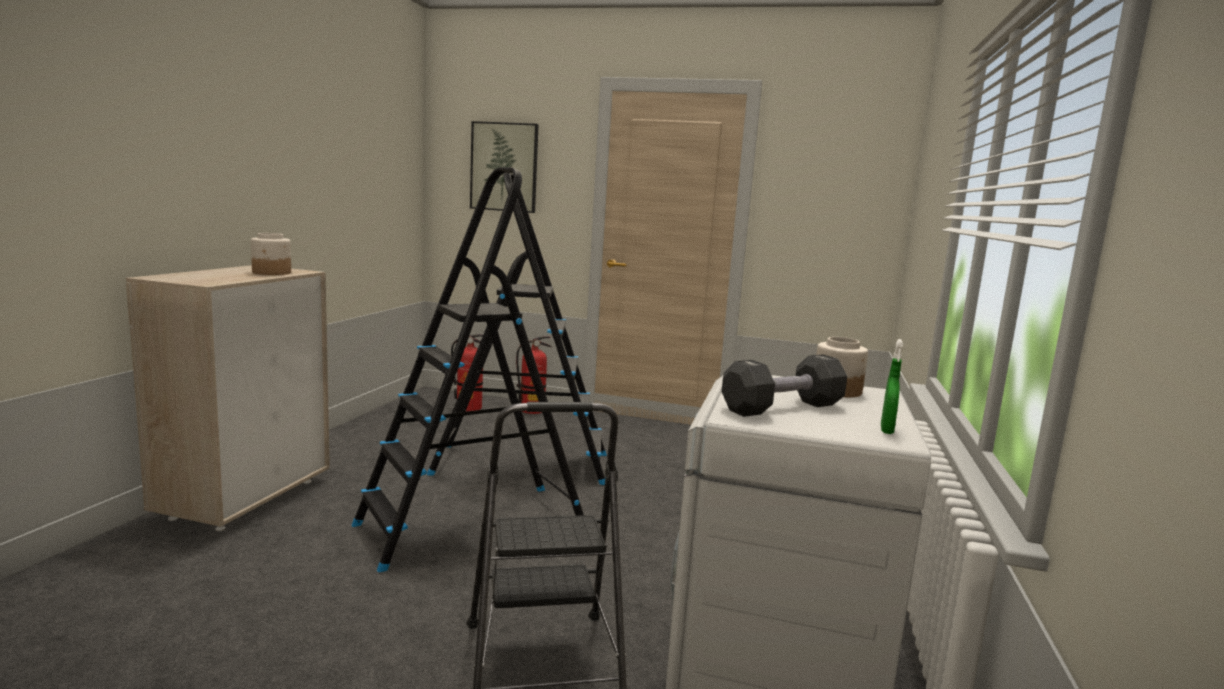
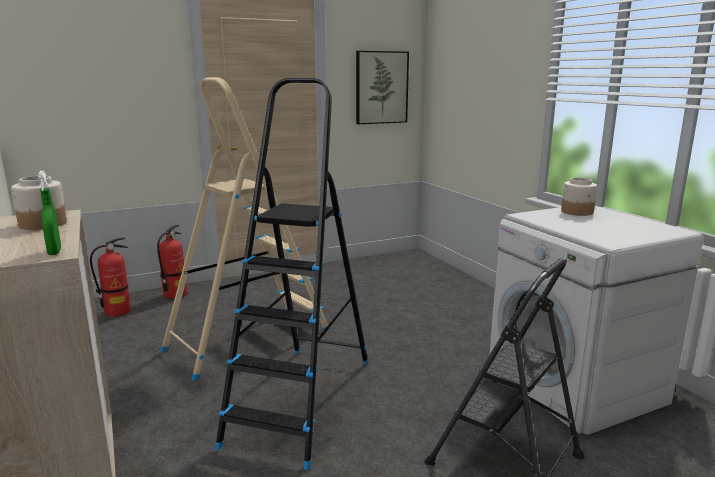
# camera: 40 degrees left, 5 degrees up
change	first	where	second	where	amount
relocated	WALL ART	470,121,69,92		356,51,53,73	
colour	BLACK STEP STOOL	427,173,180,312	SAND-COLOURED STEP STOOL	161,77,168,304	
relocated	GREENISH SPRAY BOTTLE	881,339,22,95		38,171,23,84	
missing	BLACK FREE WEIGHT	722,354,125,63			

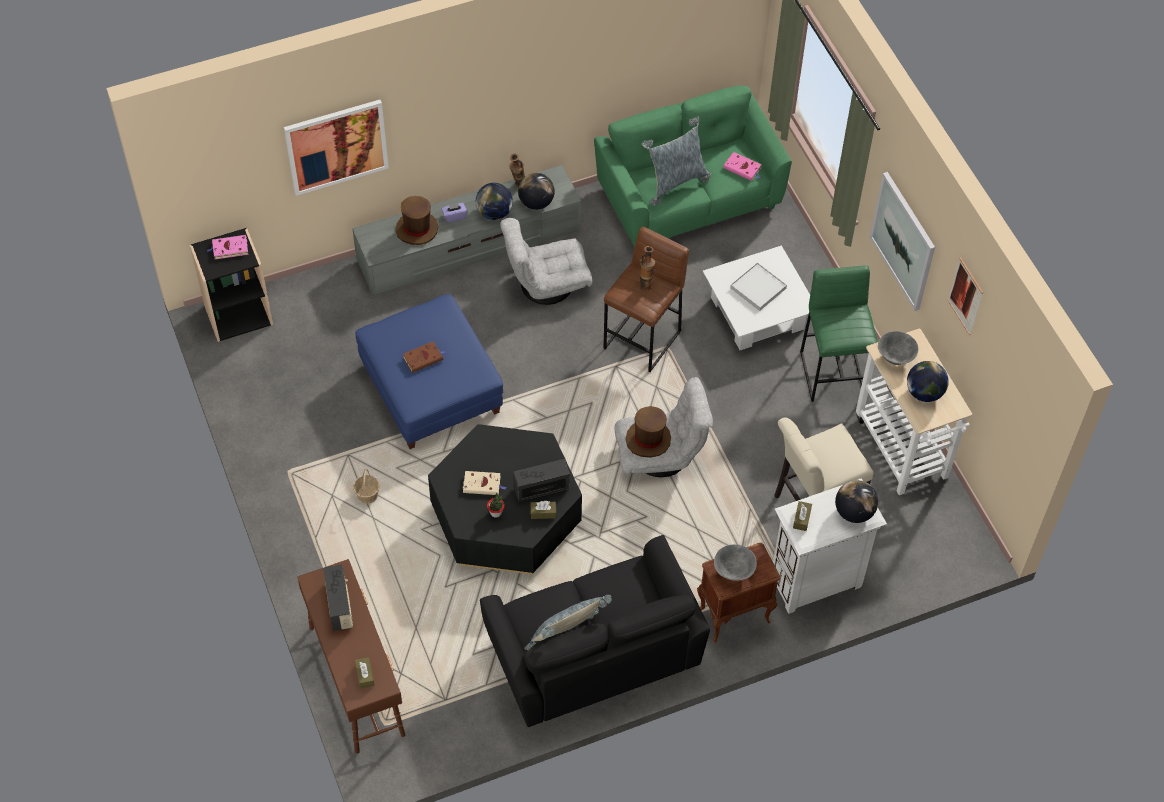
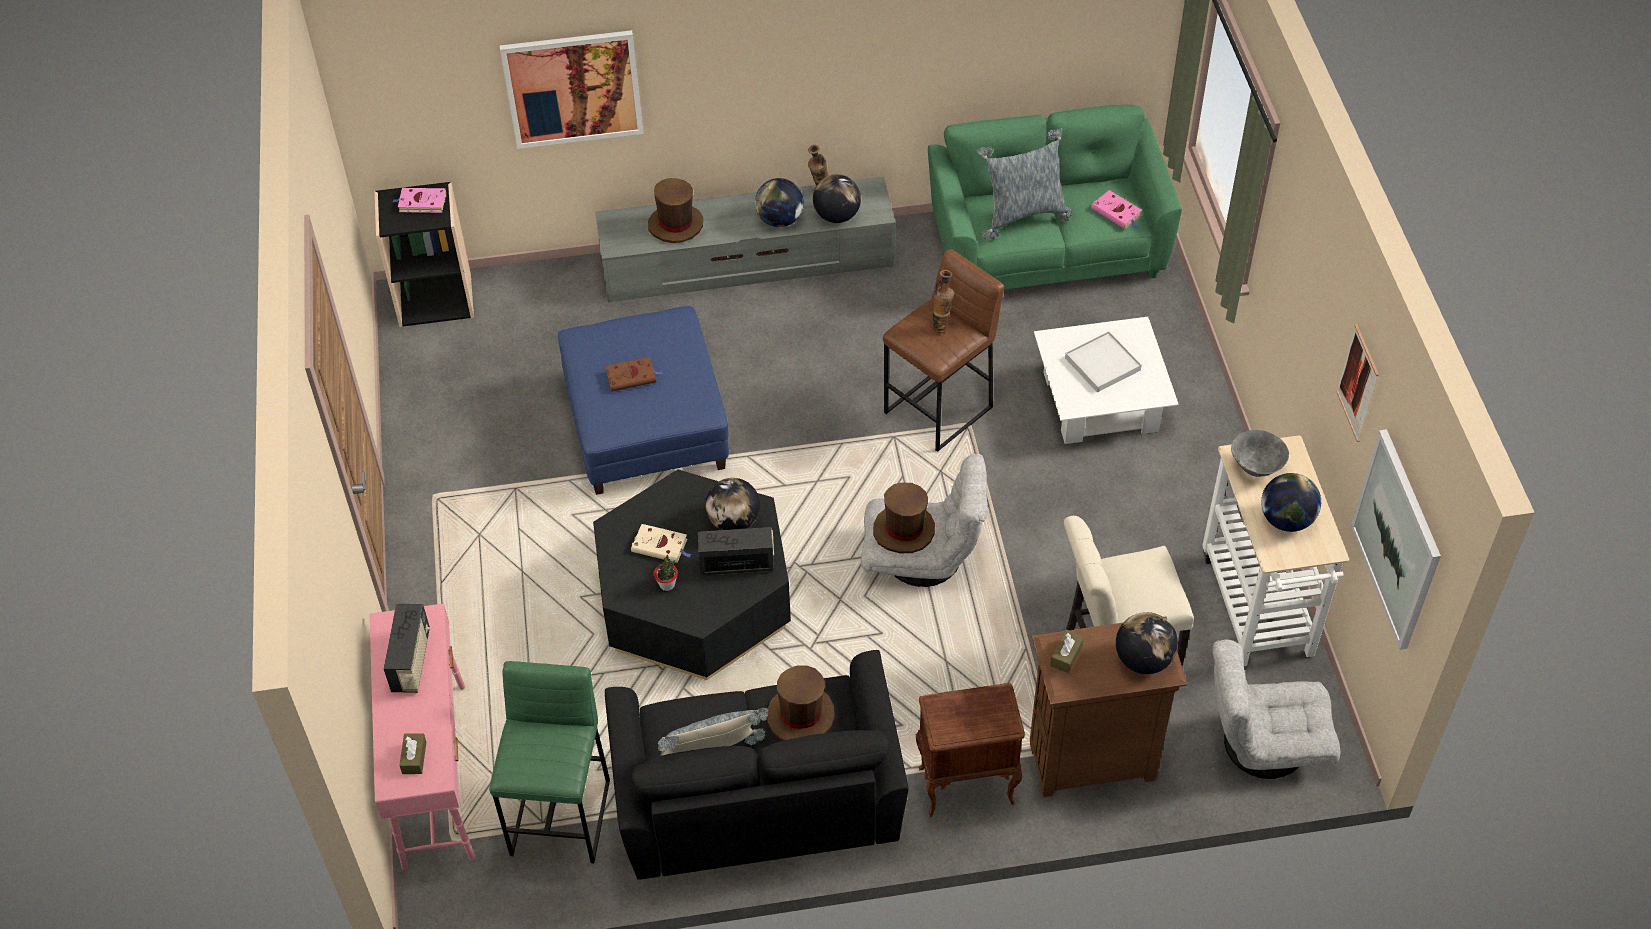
# camera: 15 degrees right, 5 degrees down
change	first	where	second	where	amount
relocated	WALL ART	870,172,65,139		1351,429,90,221	
missing	PURPLE TISSUE HOLDER	442,202,26,21			
relocated	GRAY LOUNGE CHAIR	500,218,93,87		1212,639,128,140	
relocated	GREENISH SITTING STOOL	800,266,78,136		489,661,121,202	
missing	HOUSEHOLD BASKET	353,469,27,35			
colour	WHITE CABINET	773,478,114,136	BROWNISH CABINET	1030,617,158,180	
missing	BROWNISH TISSUE HOLDER	530,501,26,18			
missing	GRAY SERVING BOWL	714,544,43,37			
colour	BROWNISH CONSOLE TABLE	297,559,108,195	PINK-COLOURED CONSOLE TABLE	370,603,106,268	
appeared			DESK GLOBE	705,478,55,52	
appeared			BROWNISH CLOTHING HAT	767,665,68,76	

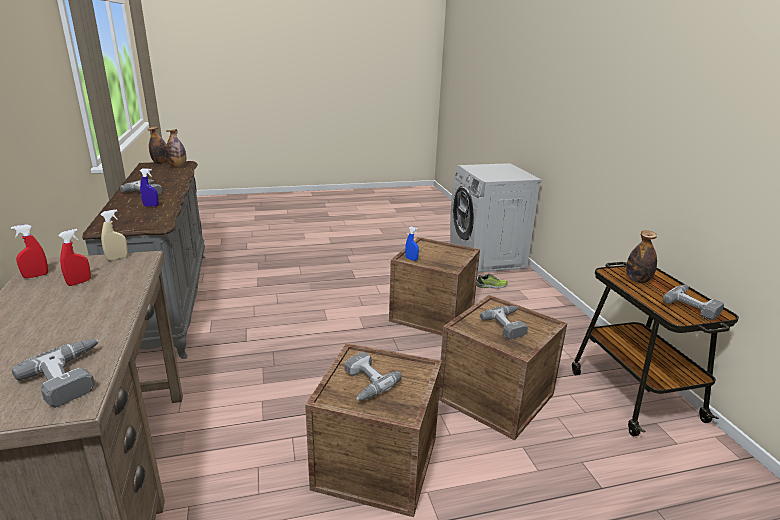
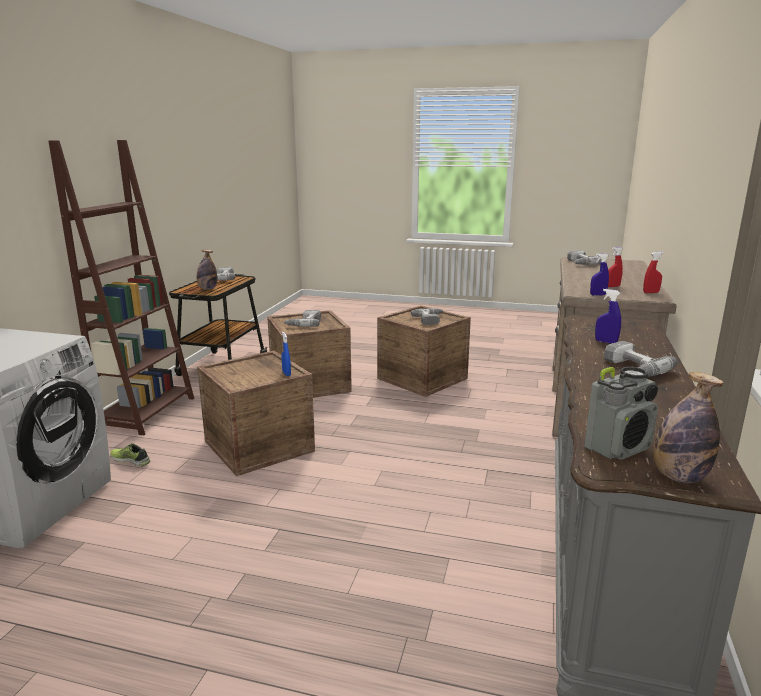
# camera: 150 degrees left, 5 degrees down
change	first	where	second	where	amount
exchanged	BEVERAGE BOTTLE	166,129,20,38	RADIO	584,367,74,93	
colour	SAND-COLOURED SPRAY BOTTLE	100,210,28,51	BLUE-COLOURED SPRAY BOTTLE	590,253,19,43	
appeared			BROWNISH BOOKSHELF	48,140,146,295	

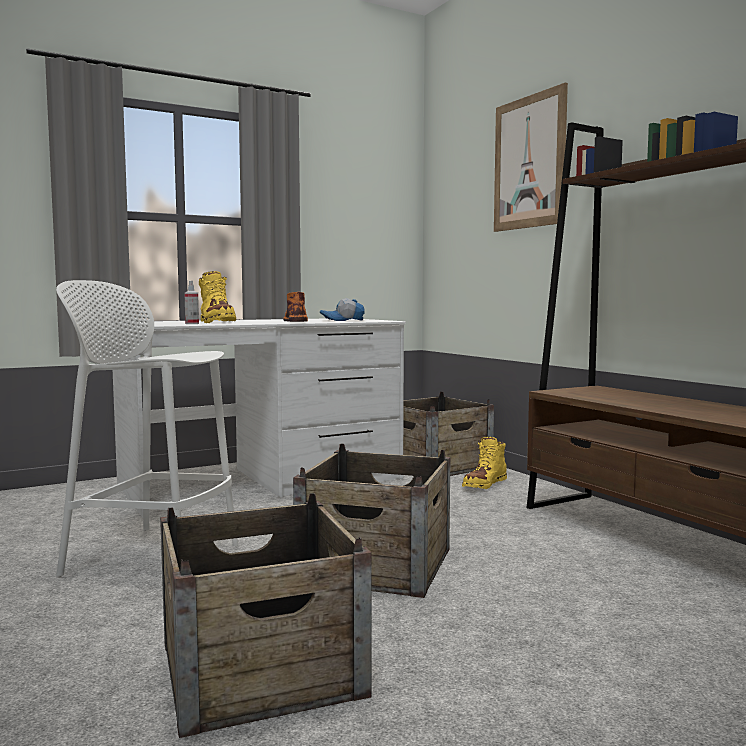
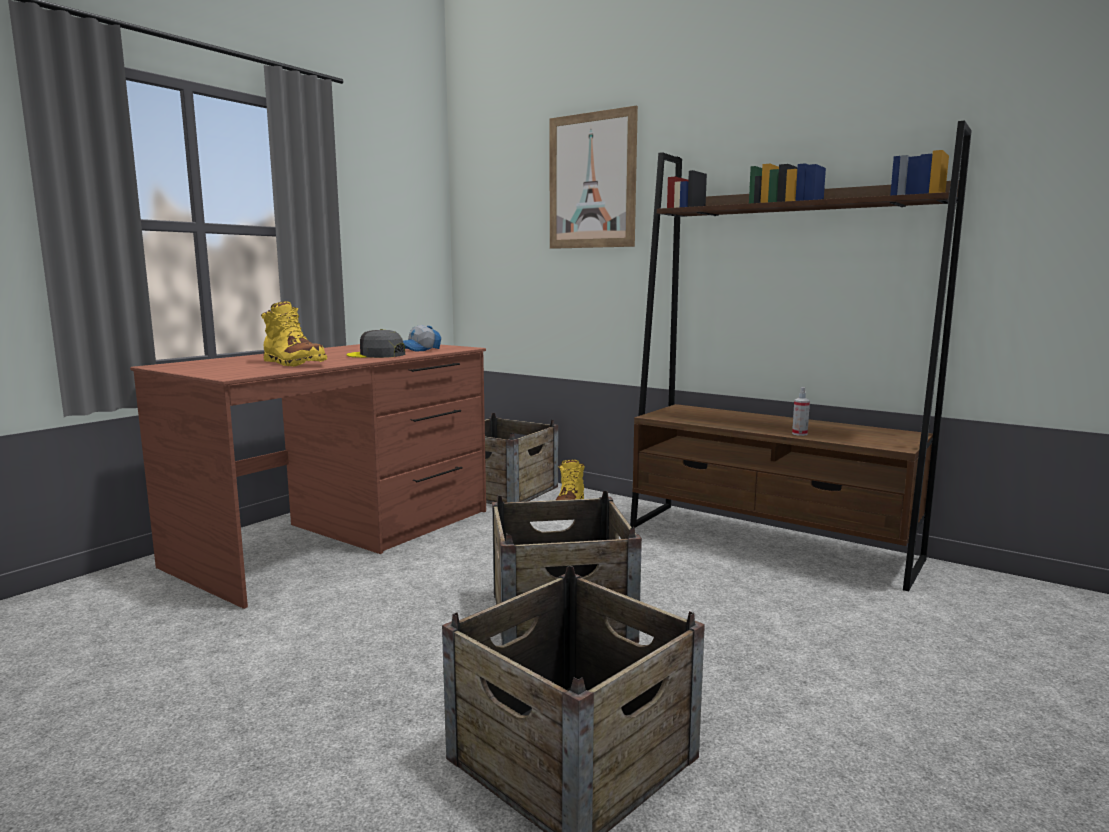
# camera: 25 degrees left, 5 degrees up
change	first	where	second	where	amount
missing	WHITE SITTING STOOL	56,280,182,297			
relocated	SPRAY BOTTLE	184,281,15,43		792,387,18,49	
exchanged	ORANGEY TALL BOOT	283,292,25,30	GRAY BASEBALL CAP	346,329,59,29	
colour	WHITE DESK	113,318,293,200	BROWNISH DESK	130,344,356,265	

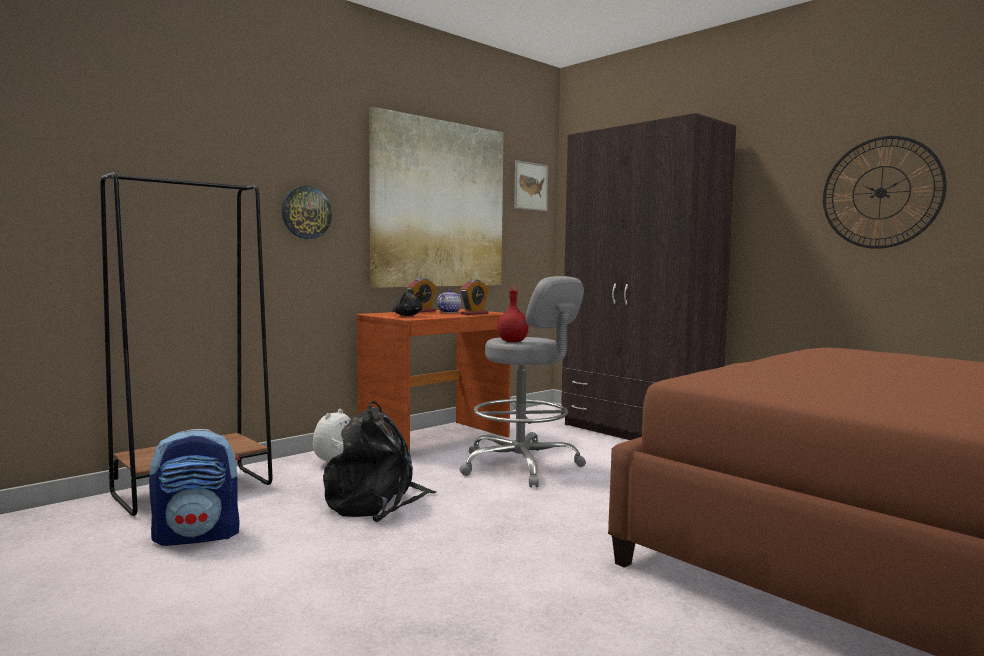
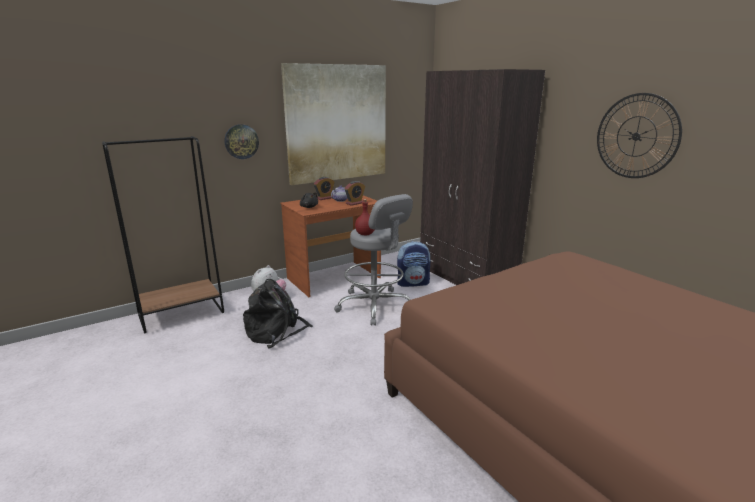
# camera: 10 degrees right, 15 degrees up
change	first	where	second	where	amount
missing	WALL ART	514,160,34,51			
relocated	RUCKSACK	149,429,91,117		397,241,33,46	

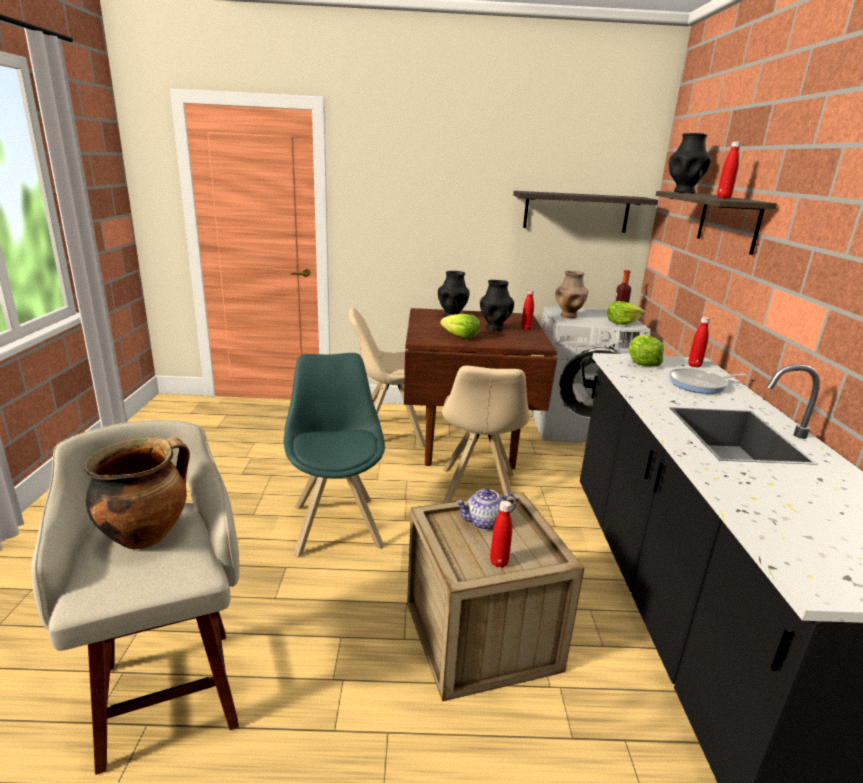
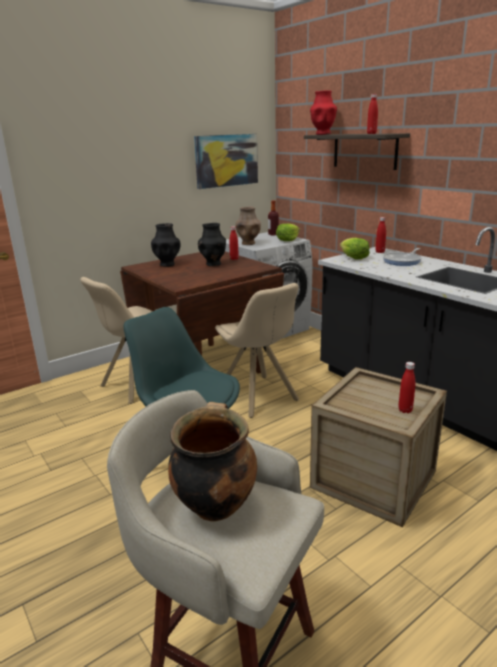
# camera: 35 degrees left, 0 degrees up
change	first	where	second	where	amount
colour	BLACK FLOWER VASE	669,133,42,60	RED-COLOURED FLOWER VASE	310,90,27,45	
exchanged	BRACKET SHELF	513,191,145,42	WALL ART	194,134,64,55	
missing	HEAD OF LETTUCE	440,314,40,25			
missing	TEA POT	456,489,61,41			

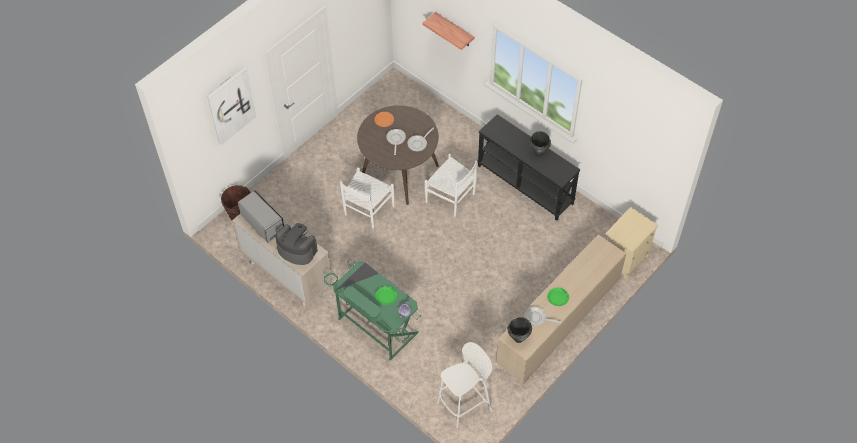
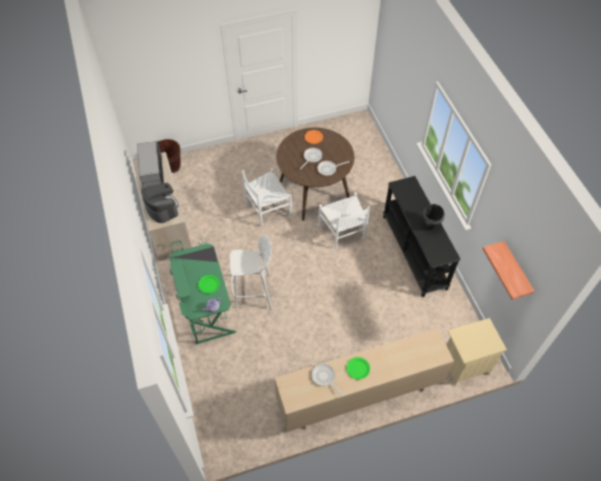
# camera: 30 degrees right, 0 degrees up
change	first	where	second	where	amount
relocated	BRACKET SHELF	423,12,51,38		482,241,53,59	
missing	WALL ART	207,67,49,78			
missing	BLACK SAUCEPOT	508,317,24,26			
relocated	WHITE SITTING STOOL	437,342,55,86		230,235,42,75	

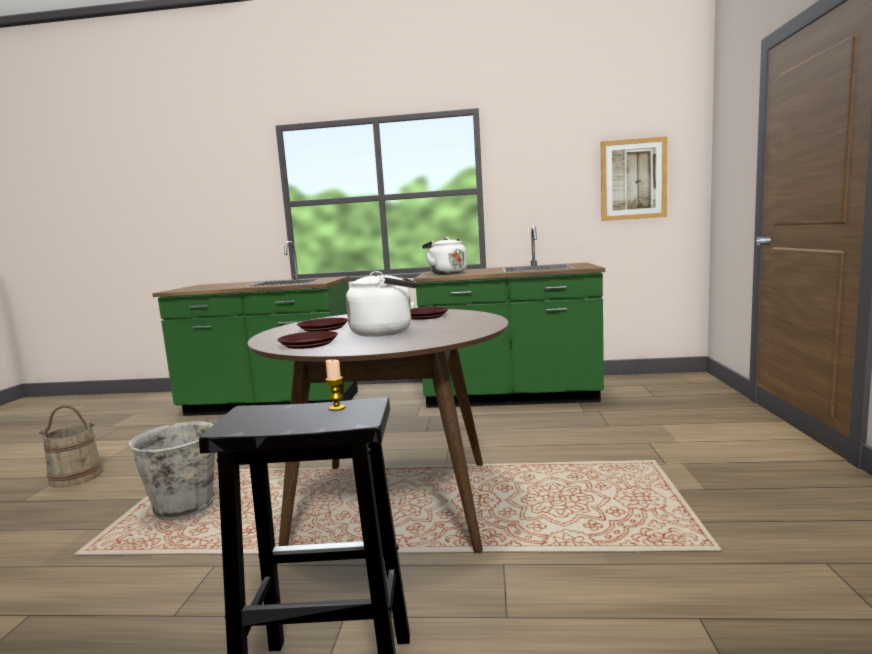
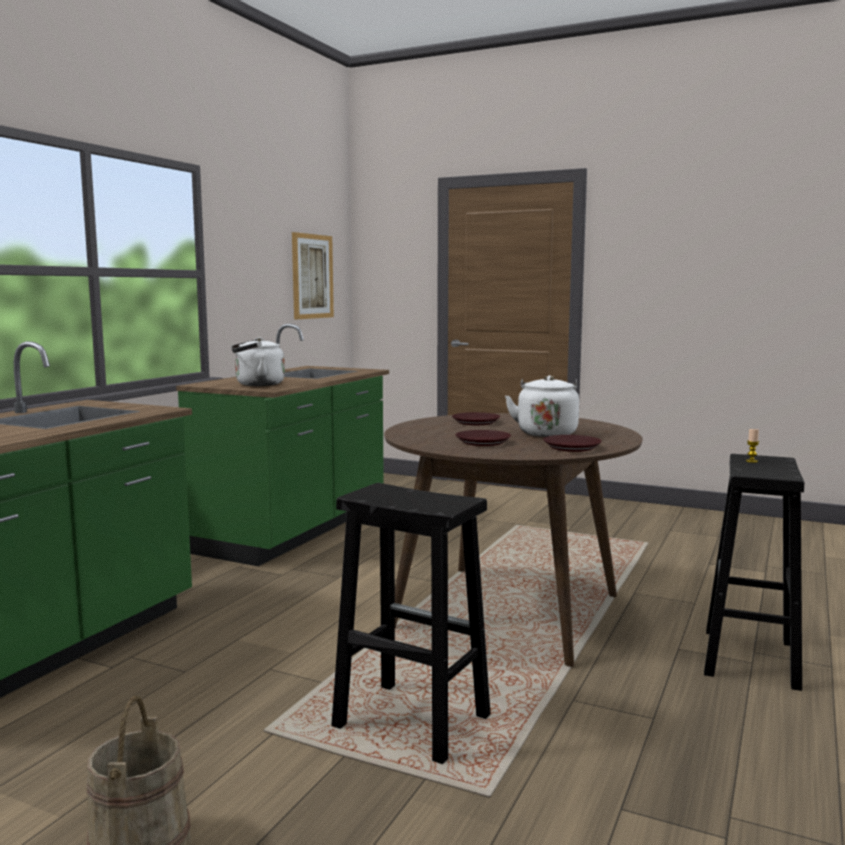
# camera: 70 degrees left, 0 degrees up
change	first	where	second	where	amount
exchanged	GRAY PAIL	128,420,87,100	BLACK SITTING STOOL	331,483,160,281	

